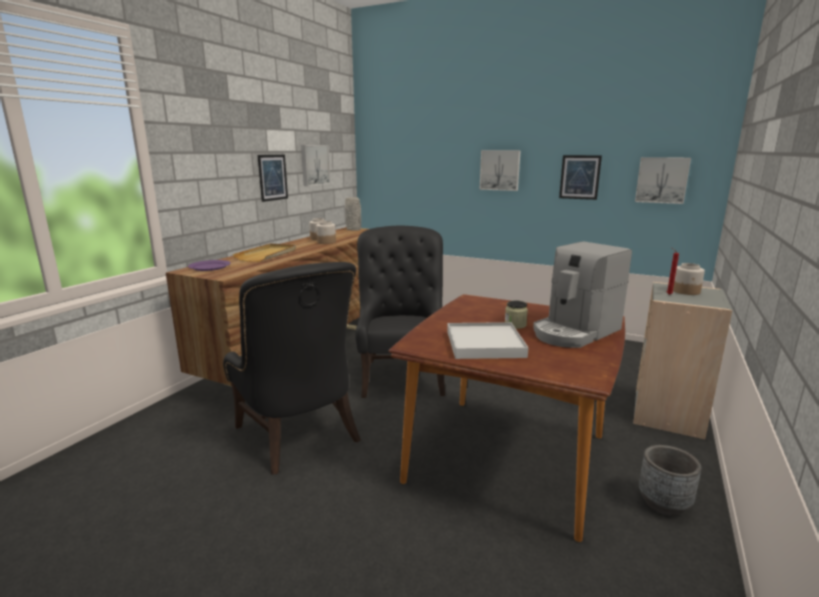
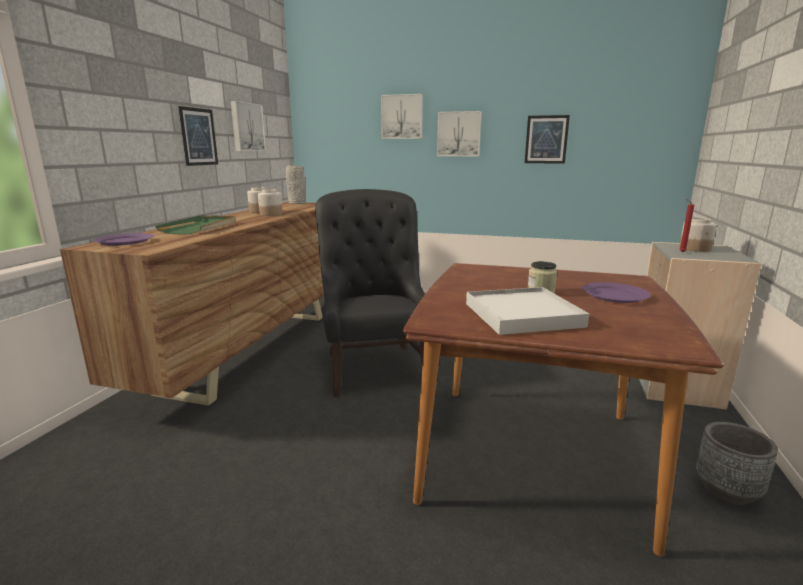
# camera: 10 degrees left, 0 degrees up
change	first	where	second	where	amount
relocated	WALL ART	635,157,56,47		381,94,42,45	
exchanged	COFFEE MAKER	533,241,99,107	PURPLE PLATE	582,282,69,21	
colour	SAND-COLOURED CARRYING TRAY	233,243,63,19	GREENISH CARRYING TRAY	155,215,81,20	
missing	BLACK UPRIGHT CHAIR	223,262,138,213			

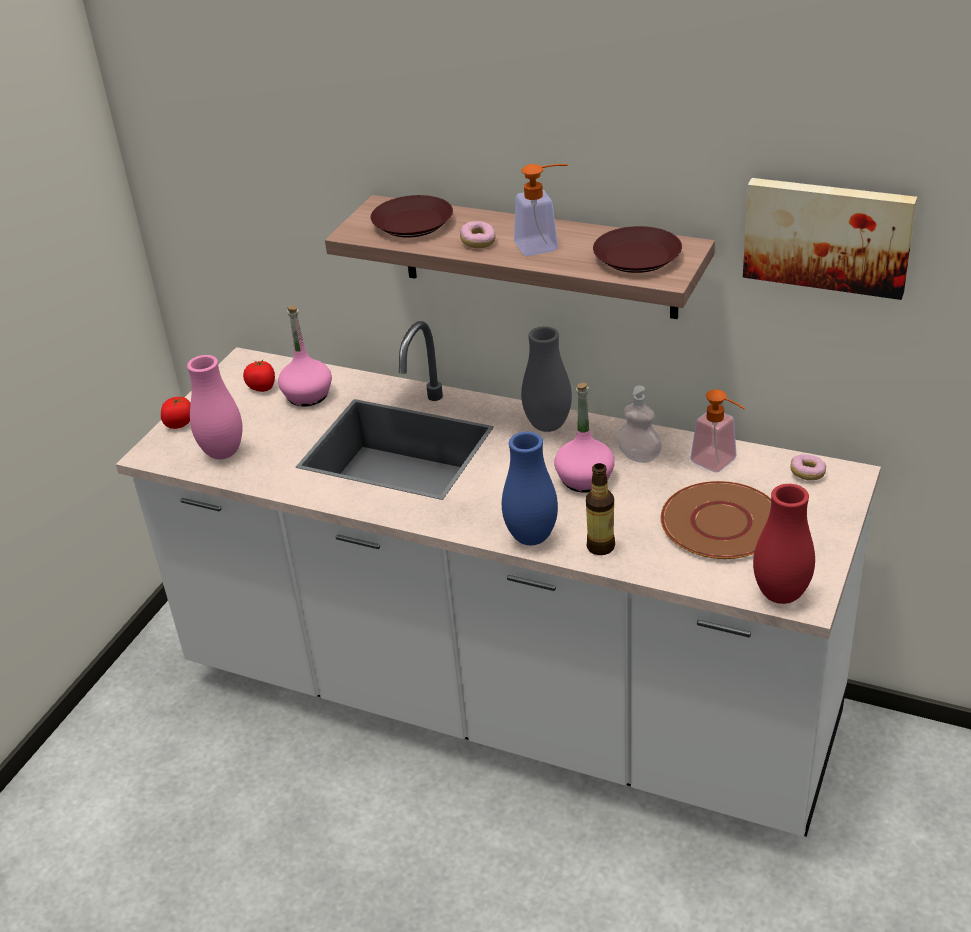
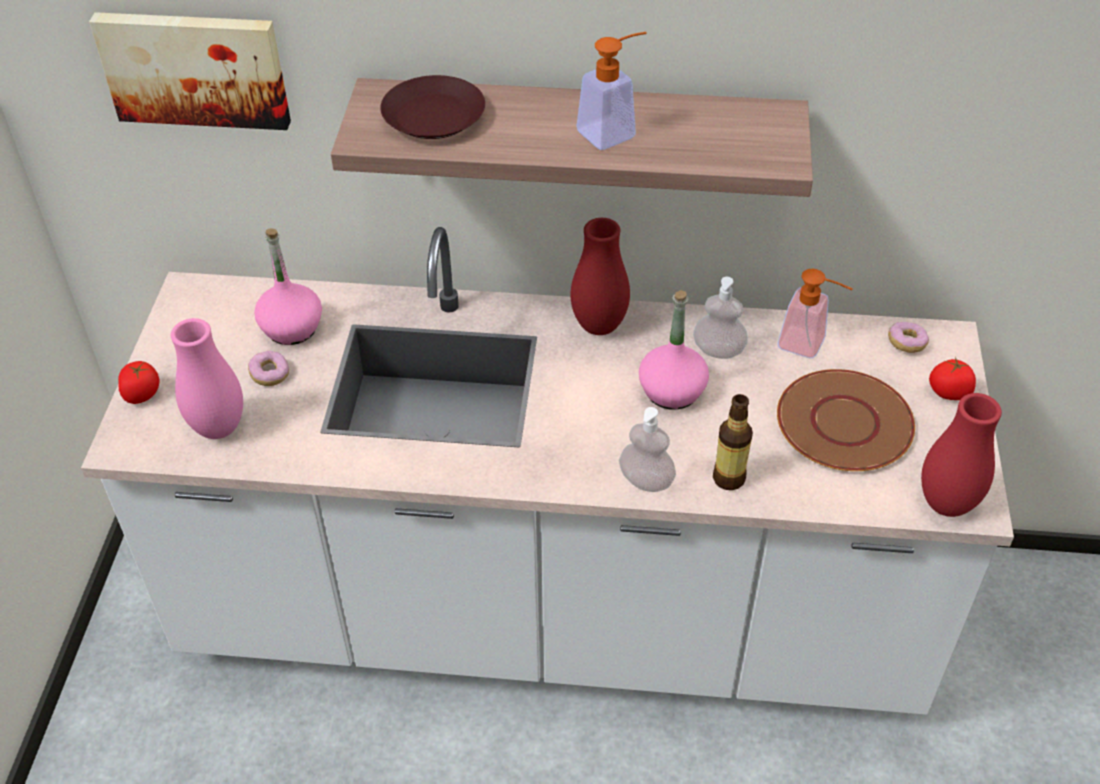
# camera: 20 degrees left, 10 degrees up
change	first	where	second	where	amount
relocated	WALL ART	743,178,174,122		89,12,202,118	
relocated	DOUGHNUT	460,221,35,27		248,351,41,35	
missing	BROWNISH PLATE	593,226,89,47			
colour	GRAY FLOWER VASE	521,326,51,106	RED-COLOURED FLOWER VASE	571,218,59,117	
relocated	FRESH TOMATO	243,359,32,33		929,357,47,43	
exchanged	BLUE-COLOURED FLOWER VASE	502,432,56,113	SOAP BOTTLE	619,407,57,85	

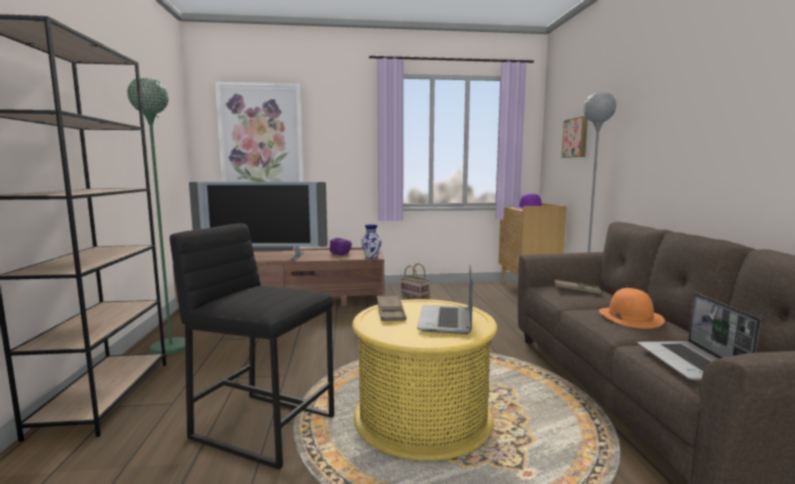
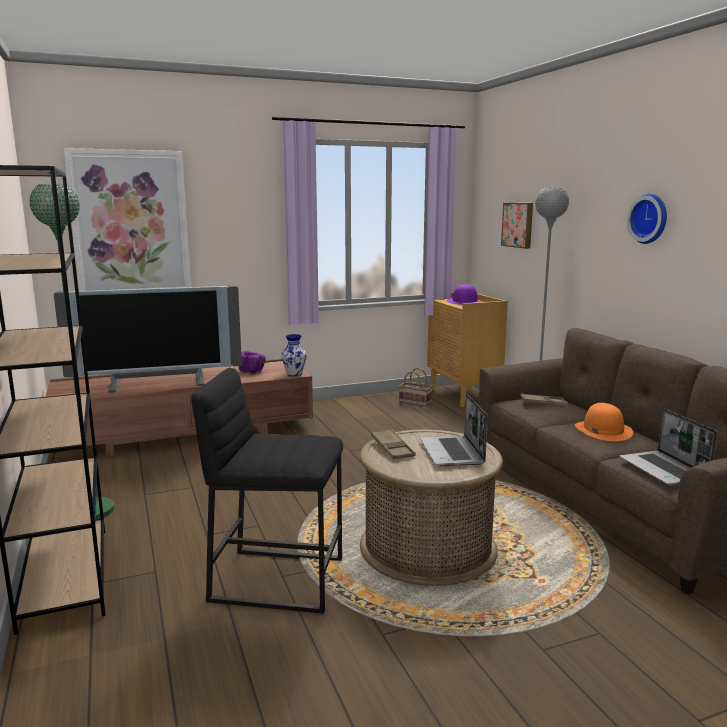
# camera: 15 degrees left, 5 degrees up
change	first	where	second	where	amount
relocated	HOUSEHOLD BASKET	401,263,28,34		399,368,33,39	
colour	YELLOW LOUNGE TABLE	352,299,145,162	BROWNISH LOUNGE TABLE	360,429,143,157	
appeared			CLOCK ON THE WALL	627,193,40,51	

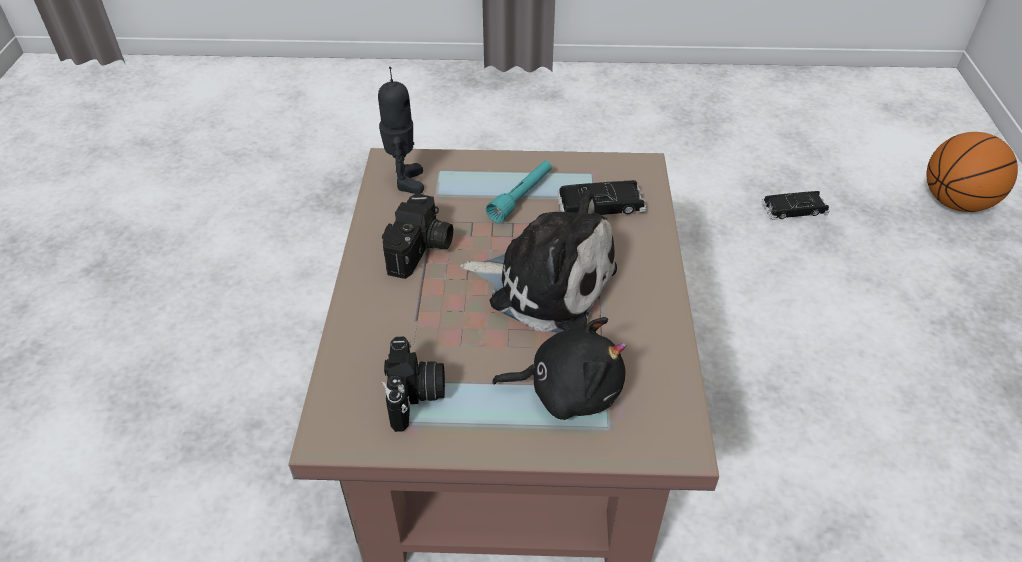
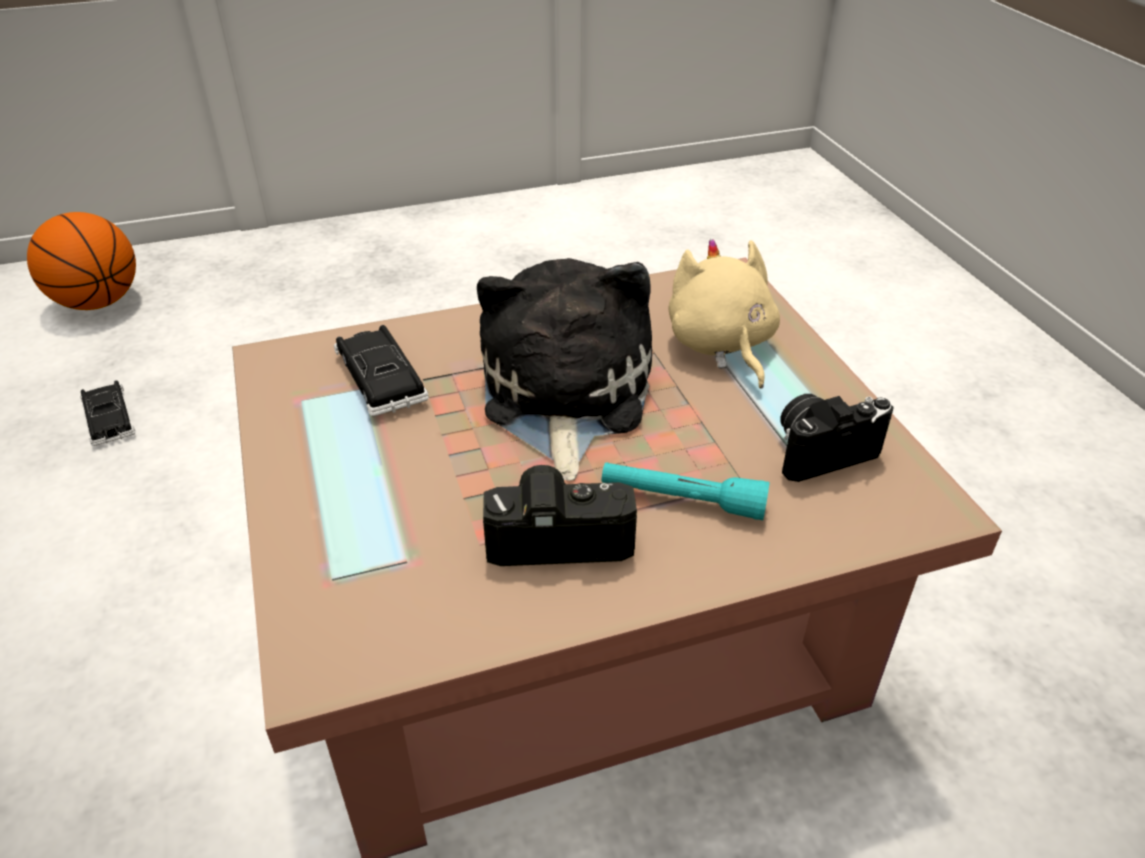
# camera: 110 degrees left, 5 degrees down
change	first	where	second	where	amount
missing	ROBOT FIGURE	378,67,46,127			
relocated	BLUE-GREEN HAND TORCH	486,161,66,62		602,462,168,59	
colour	BLACK PLUSH TOY	492,317,134,103	SAND-COLOURED PLUSH TOY	669,239,111,149	

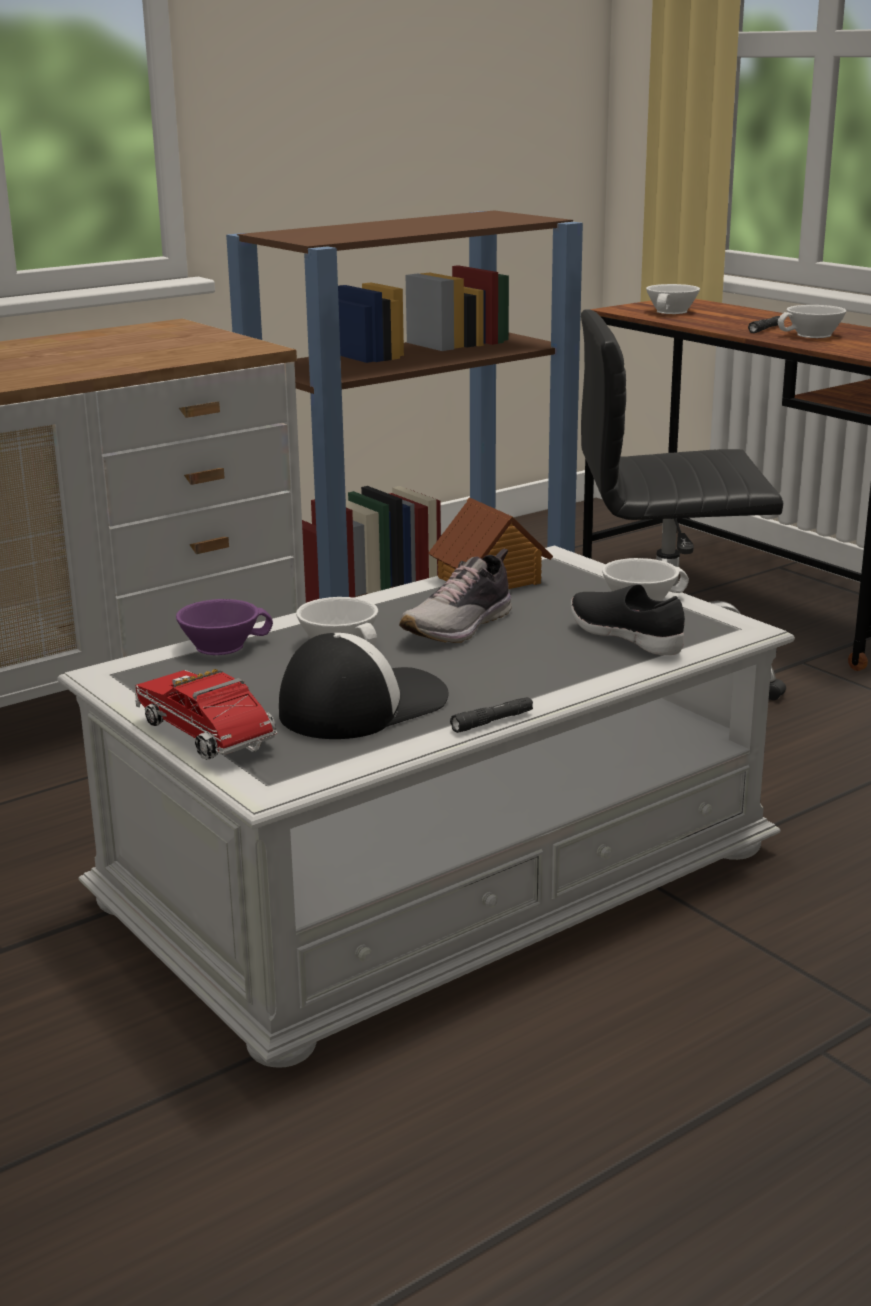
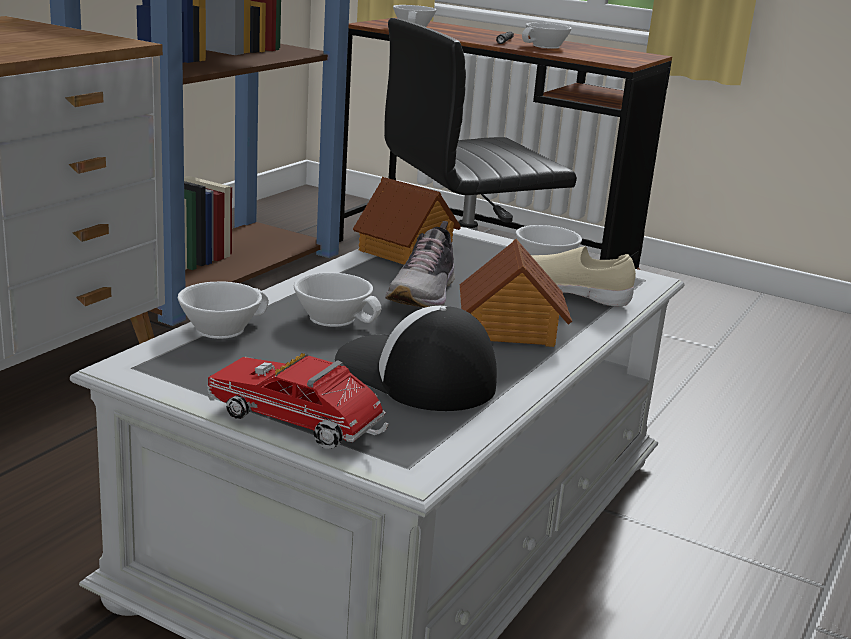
# camera: 25 degrees left, 0 degrees up
change	first	where	second	where	amount
colour	BLACK LOW SHOE	571,584,114,71	SAND-COLOURED LOW SHOE	531,246,105,60	
colour	PURPLE CUP	176,599,97,56	WHITE CUP	178,281,91,58	
spun	BASEBALL CAP	279,633,170,106		335,306,162,105	75 degrees counterclockwise
missing	BLACK HAND TORCH	450,697,83,36			
appeared			TOY HOUSE	460,239,112,108	

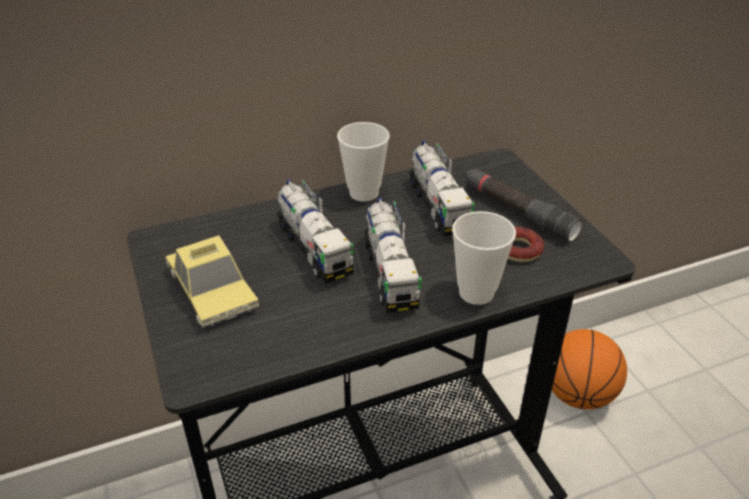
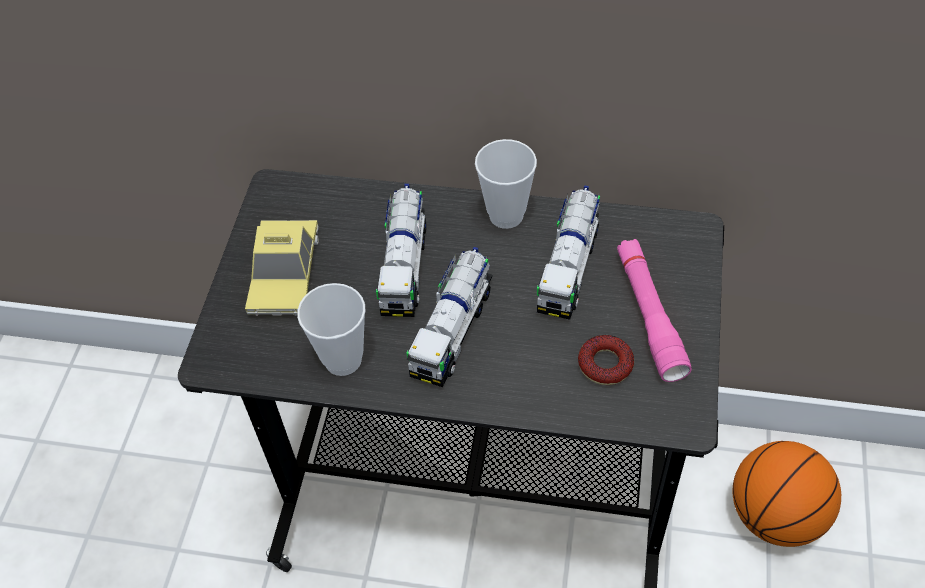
# camera: 35 degrees right, 15 degrees up
change	first	where	second	where	amount
colour	BLACK HAND TORCH	465,168,118,74	PINK-COLOURED HAND TORCH	617,239,75,143	
relocated	CUP	452,211,64,94		297,283,68,93	

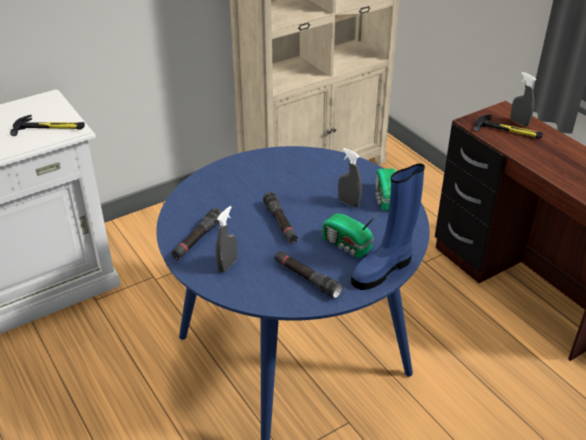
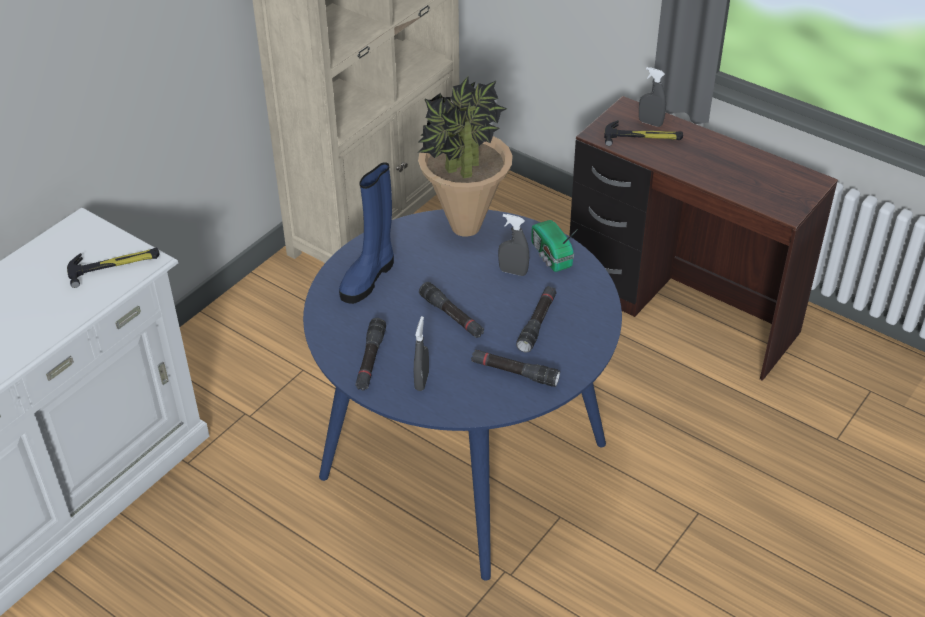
# camera: 20 degrees left, 5 degrees up
change	first	where	second	where	amount
relocated	BLUE-COLOURED TALL BOOT	351,163,74,127		339,162,55,142	
exchanged	RADIO	323,212,56,46	BLACK HAND TORCH	516,286,41,66	
appeared			PLANT IN A POT	418,76,95,161	

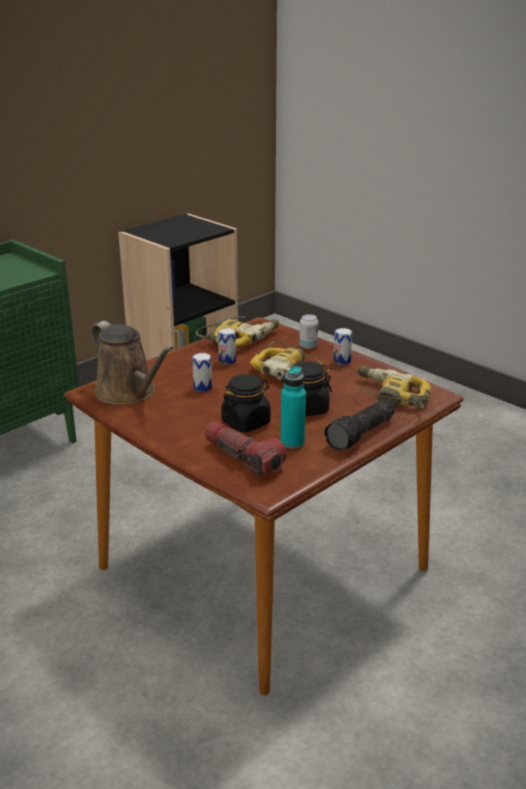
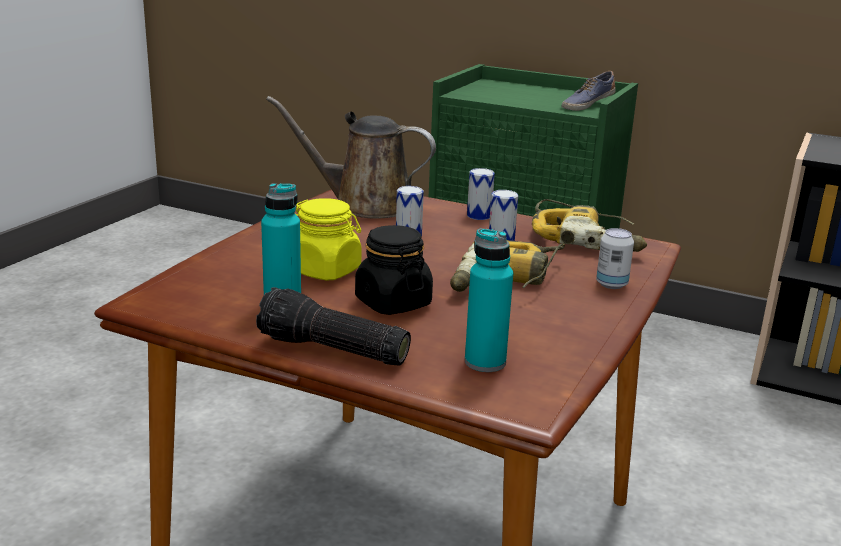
# camera: 70 degrees right, 5 degrees down
change	first	where	second	where	amount
spun	BROWNISH SPRINKLING CAN	91,321,83,84		266,96,170,123	75 degrees clockwise
relocated	CAN	333,328,19,37		467,168,28,52	
exchanged	ELECTRIC DRILL	354,366,77,44	BLUE-GREEN BEVERAGE BOTTLE	465,228,48,144	
colour	BLACK JAR	221,374,50,58	YELLOW JAR	296,198,66,83	
missing	HAND TORCH	205,421,82,55			
appeared			LOW SHOE	562,71,54,40	

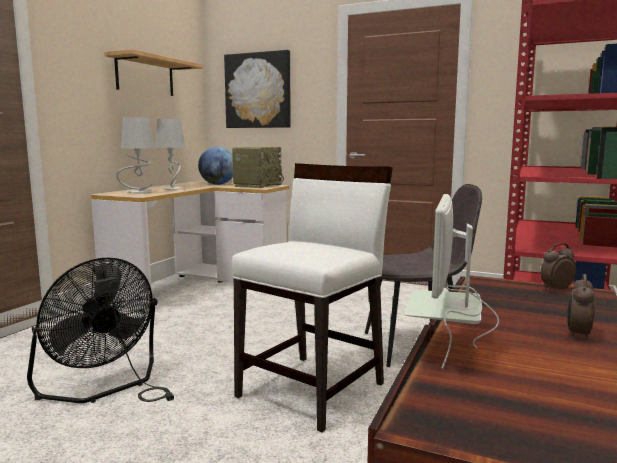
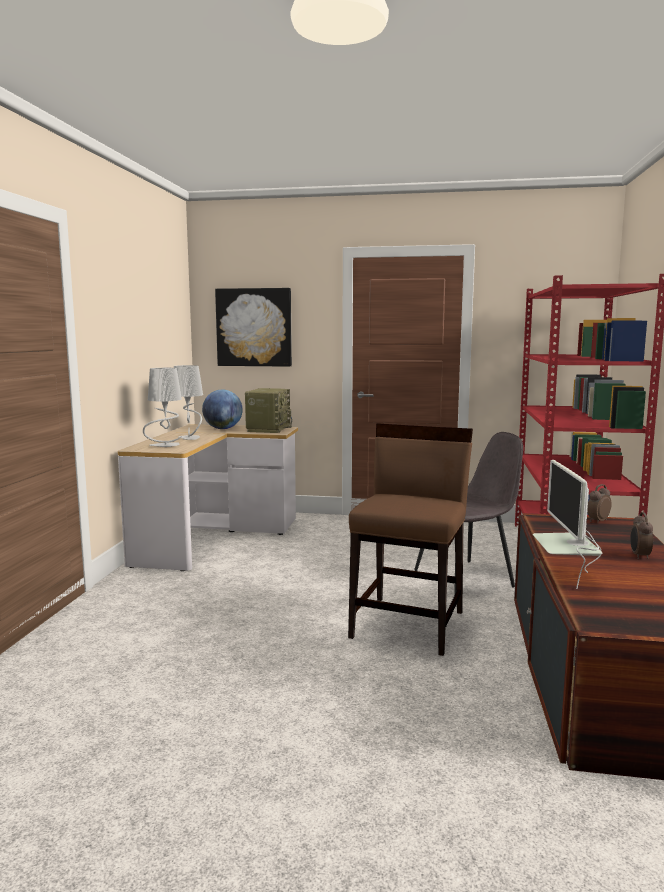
# camera: 15 degrees left, 0 degrees up
change	first	where	second	where	amount
missing	BRACKET SHELF	104,49,99,47			
colour	WHITE UPRIGHT CHAIR	231,163,162,269	BROWNISH UPRIGHT CHAIR	348,423,125,233	
missing	BLACK FAN	27,258,147,145			

